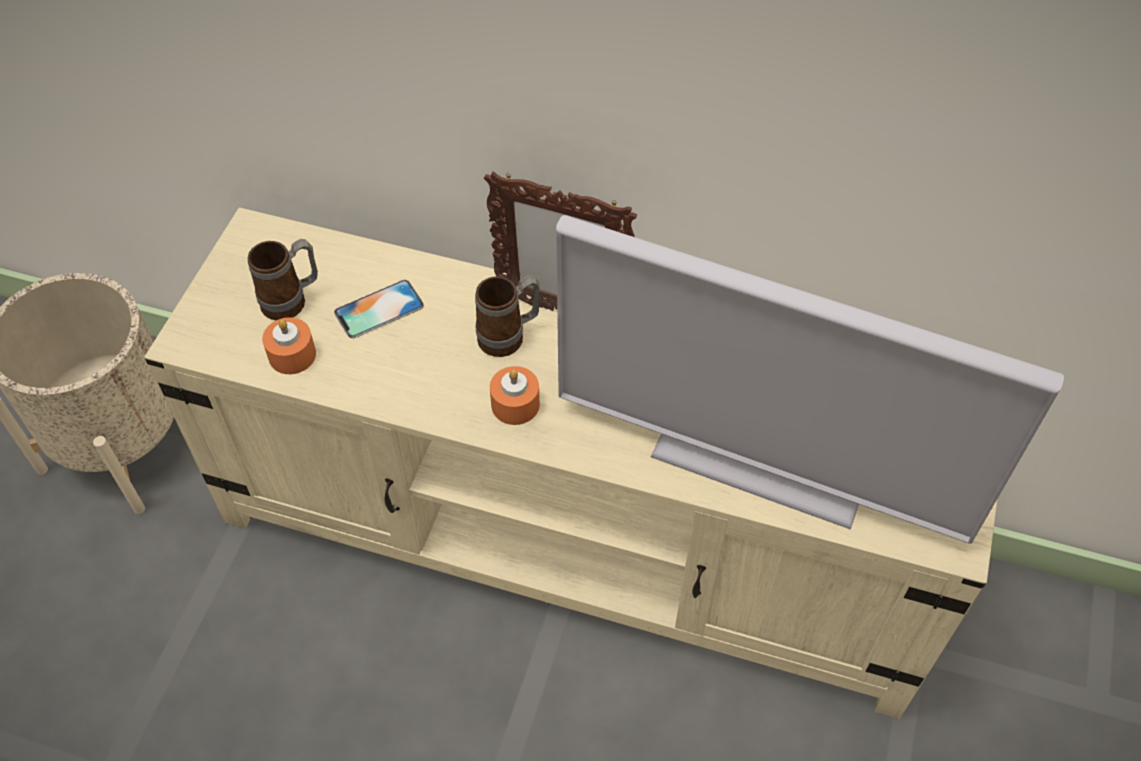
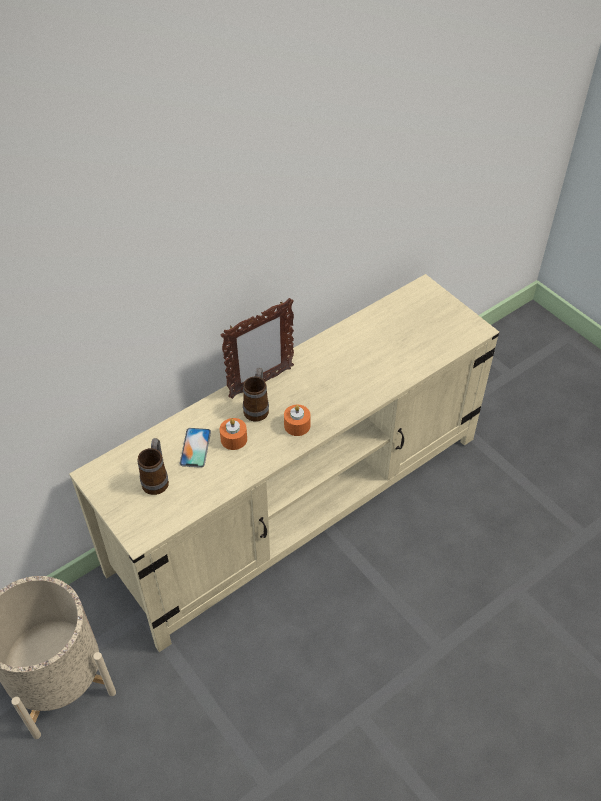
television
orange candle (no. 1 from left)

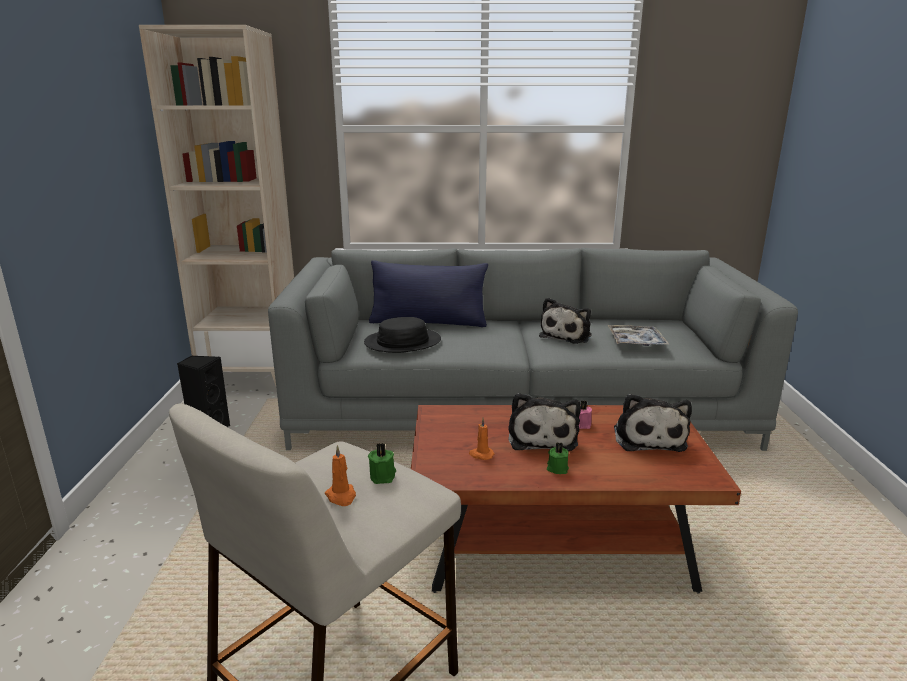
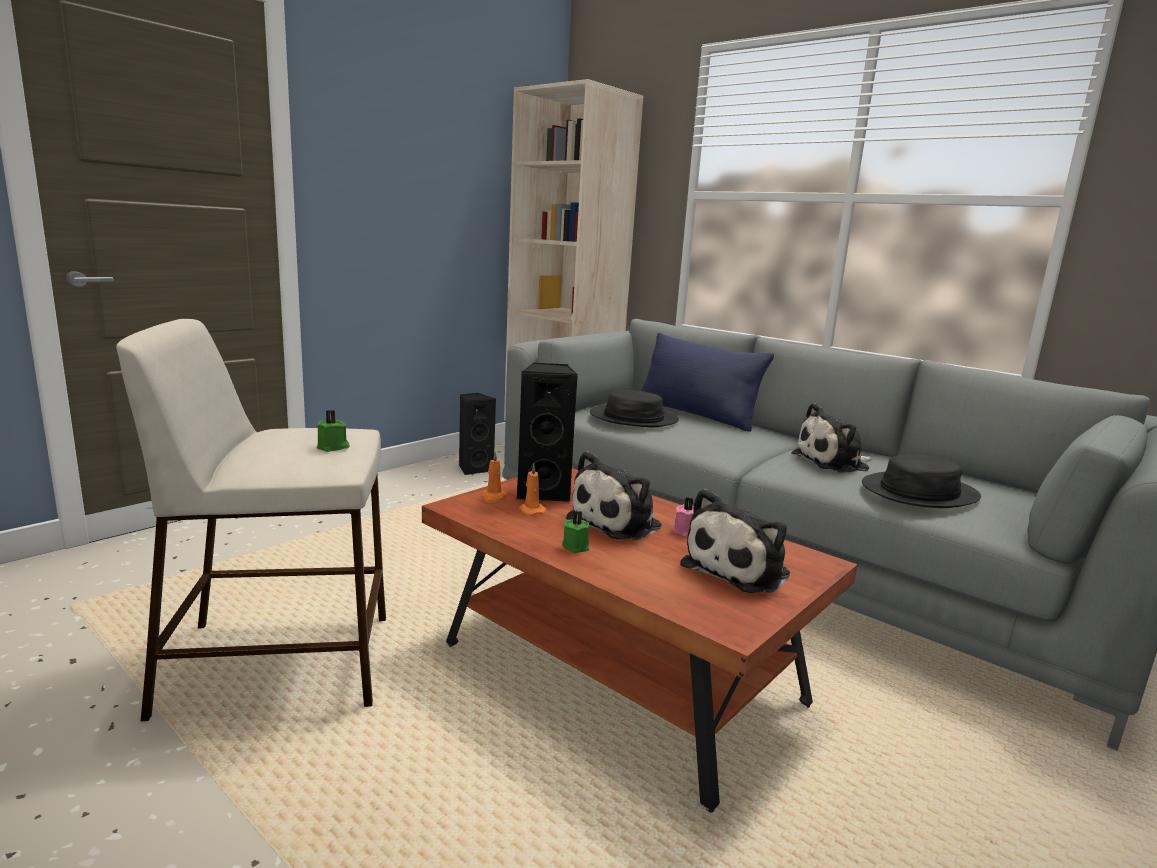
black hat (no. 2 from left)
orange candle (no. 1 from left)
black speaker (no. 2 from left)

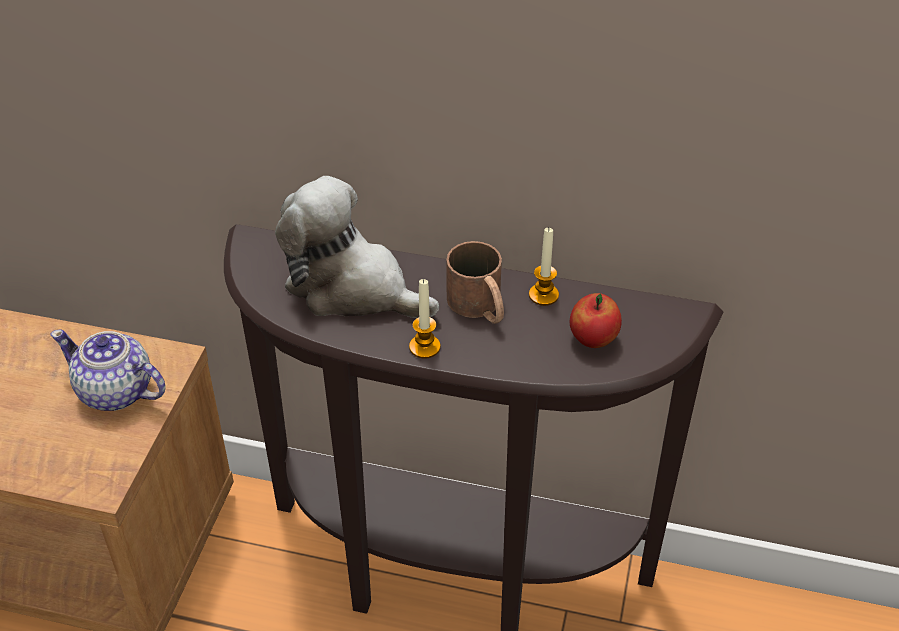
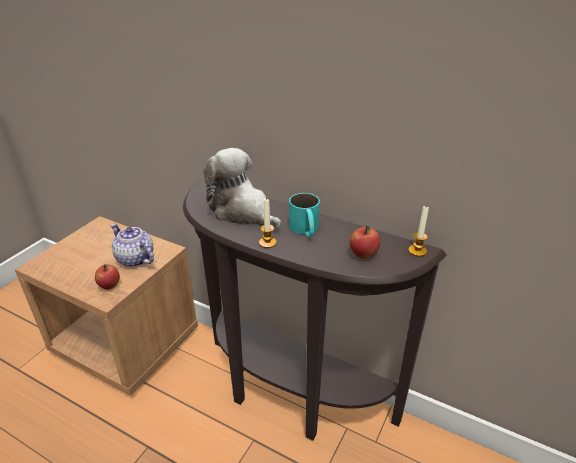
candle (no. 2 from left)
turquoise mug
apple (no. 1 from left)

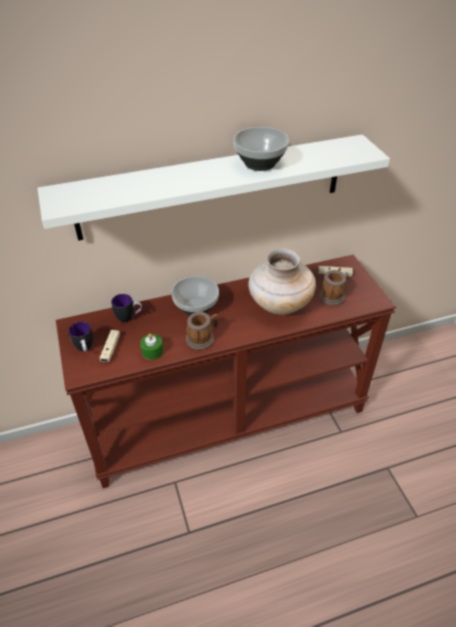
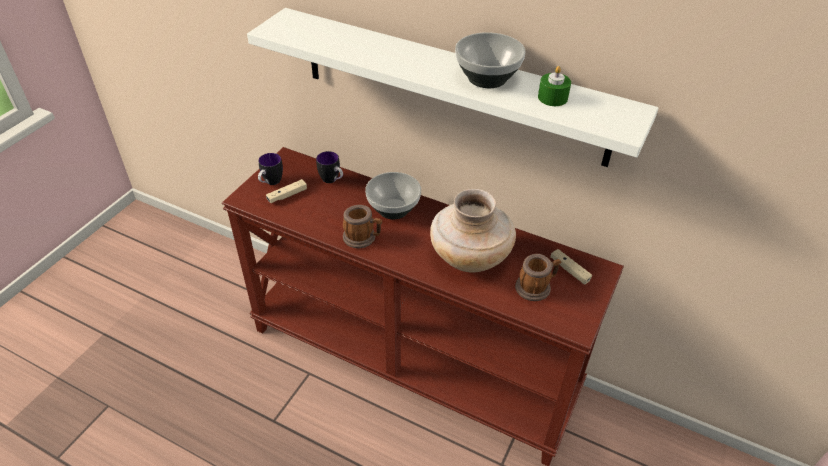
green candle

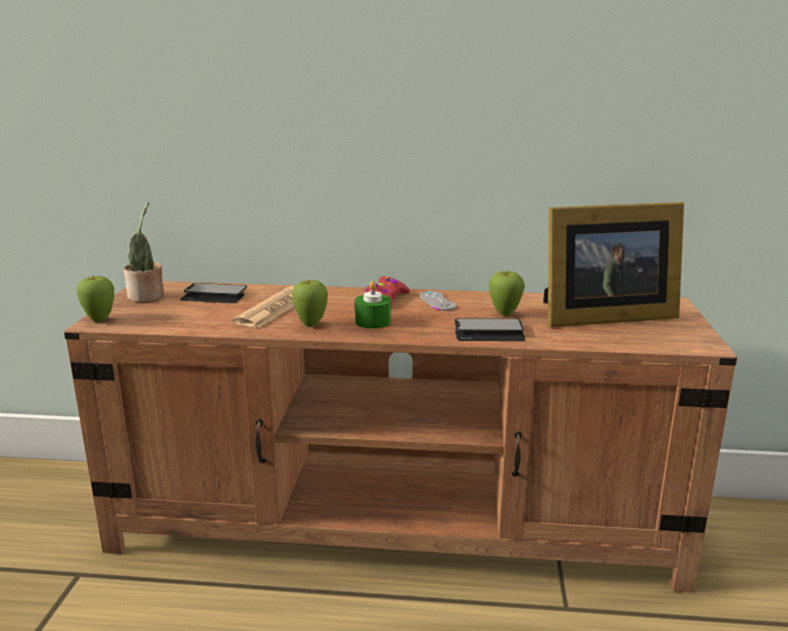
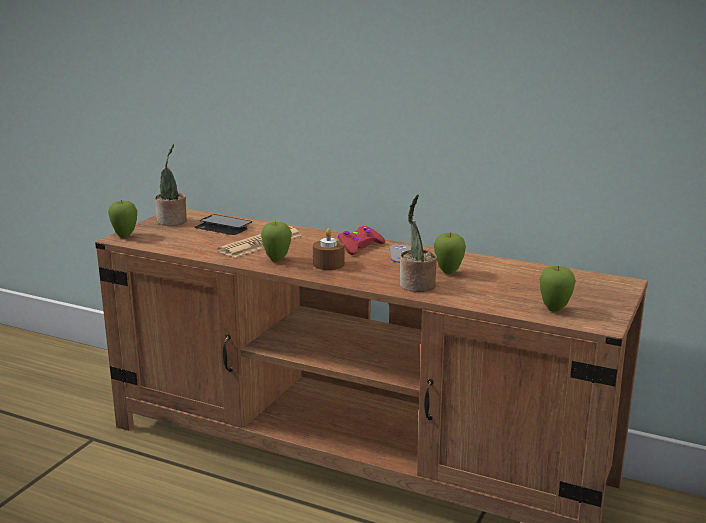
picture frame
brown candle
potted plant (no. 2 from left)
apple (no. 4 from left)

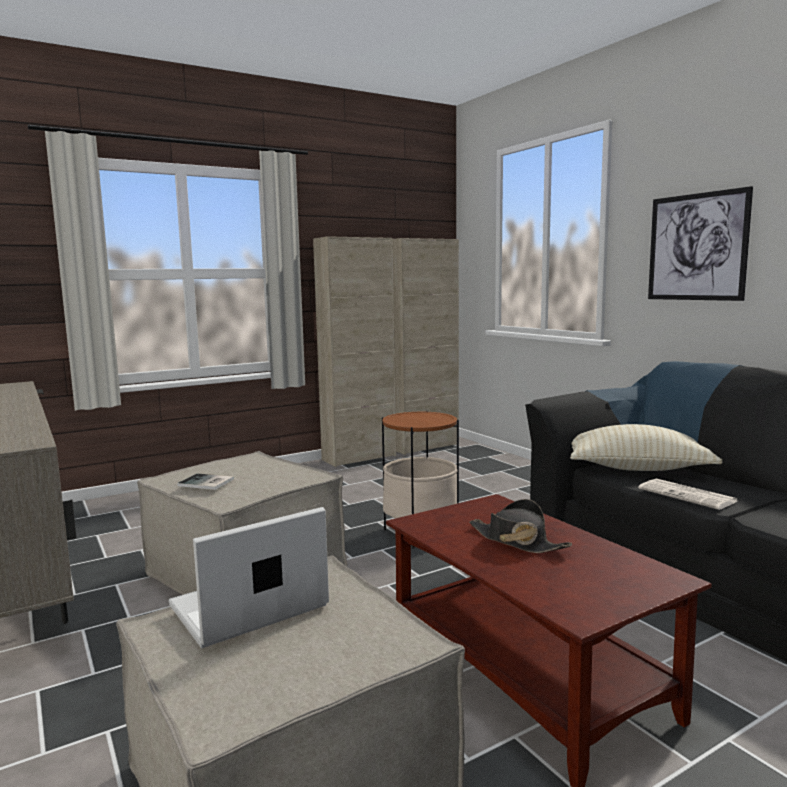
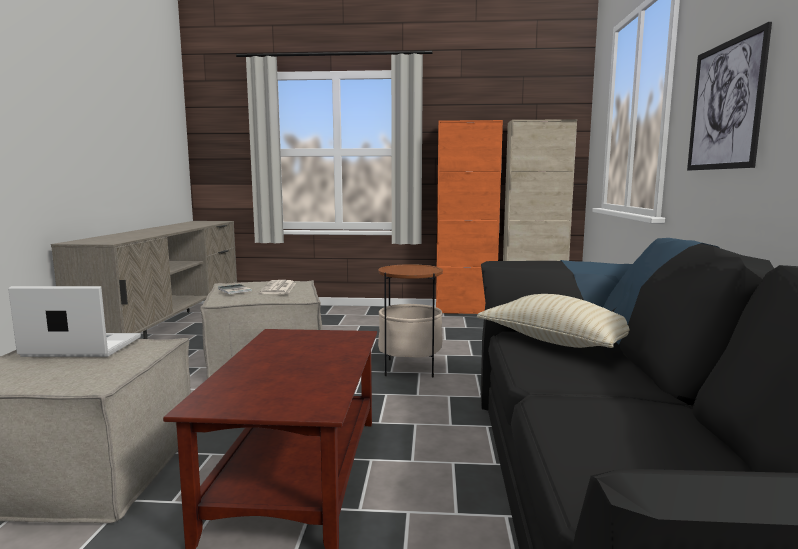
orange cabinet
newspaper
black hat

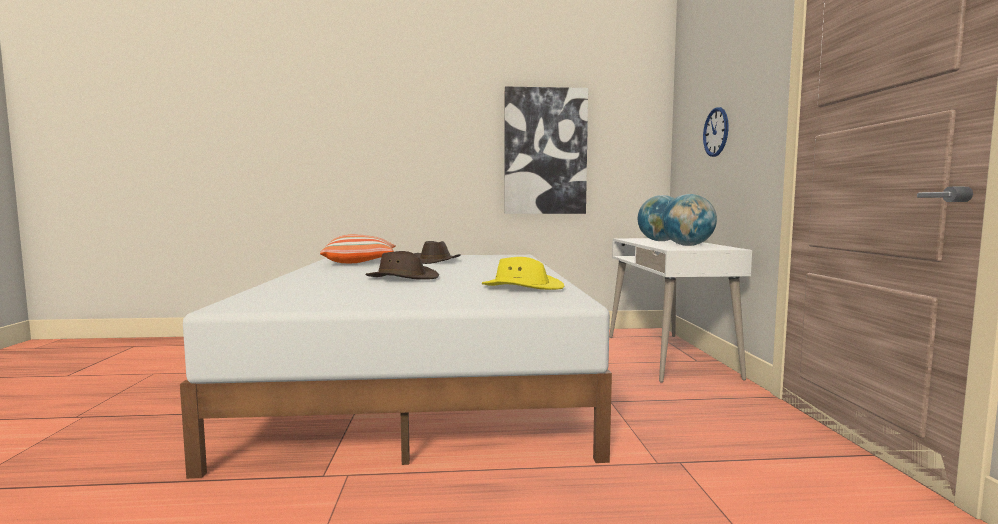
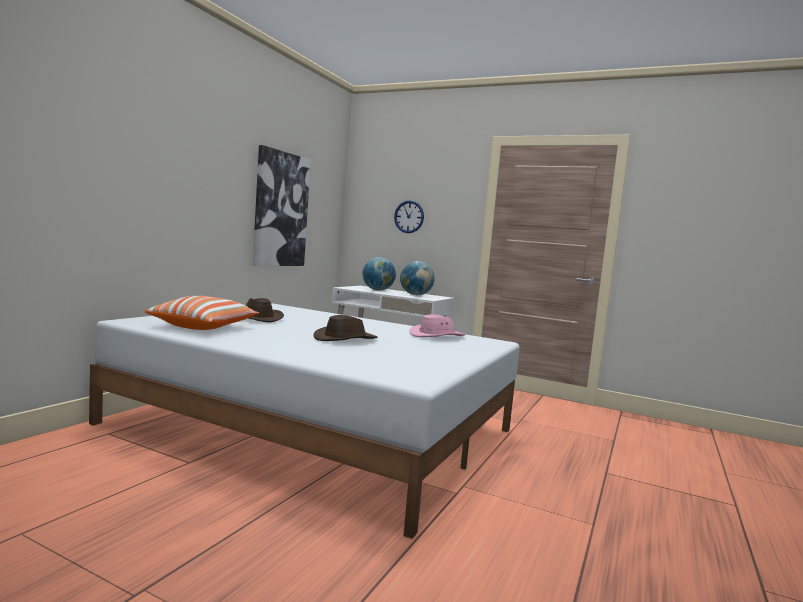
pink hat

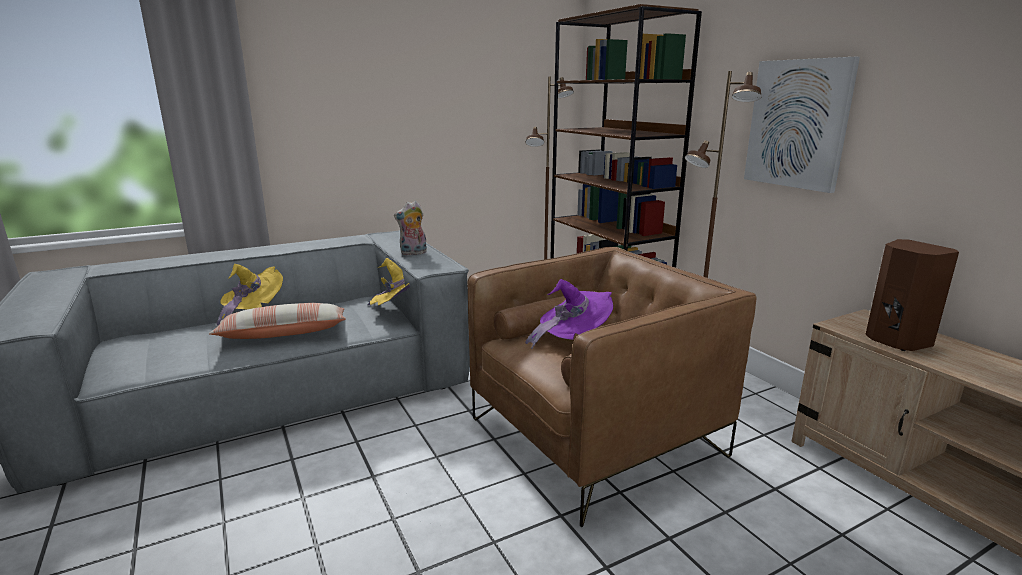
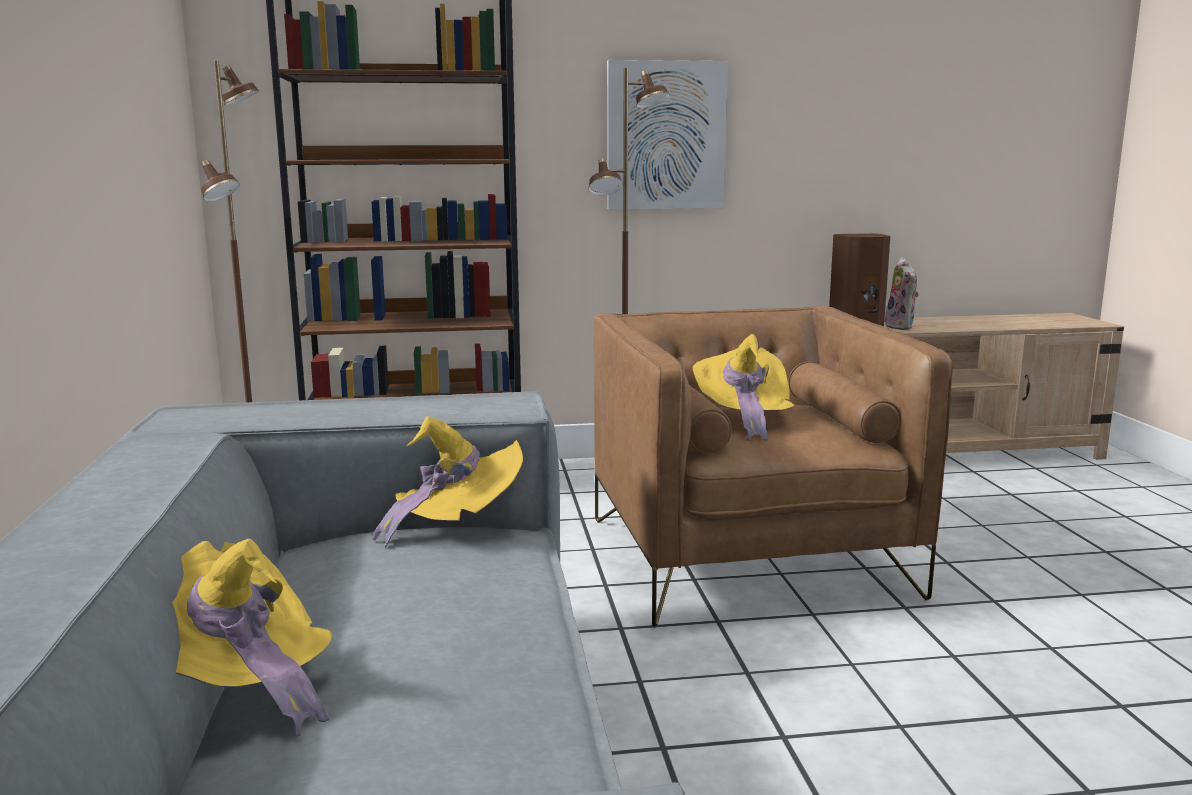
plush toy
yellow hat (no. 3 from left)
pillow

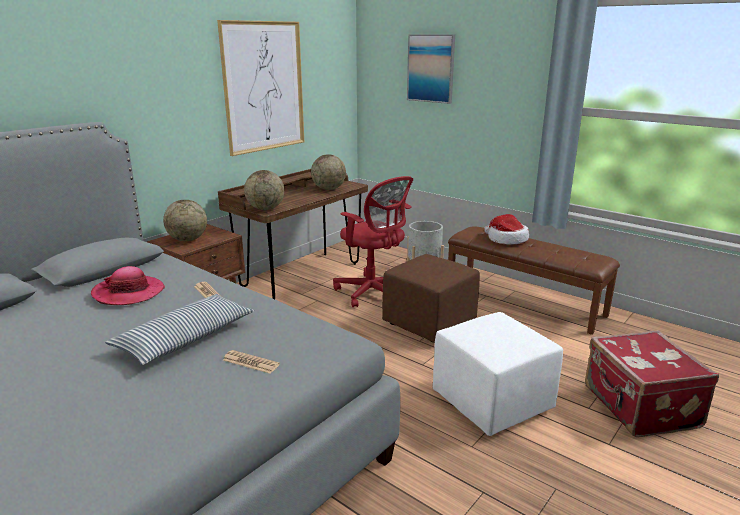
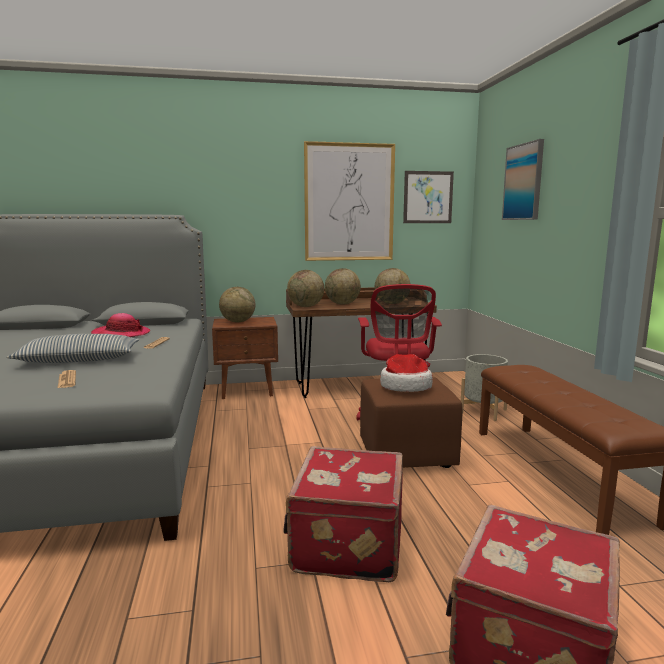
hat (no. 2 from left)
red suitcase (no. 1 from left)
picture (no. 2 from left)
globe (no. 3 from left)

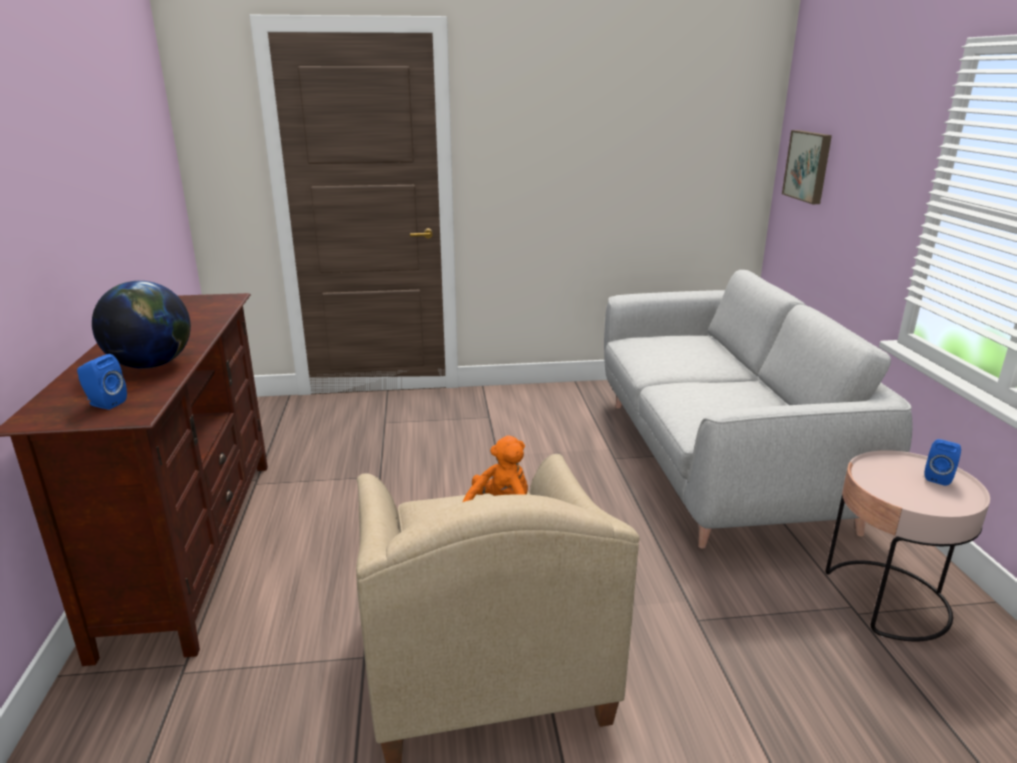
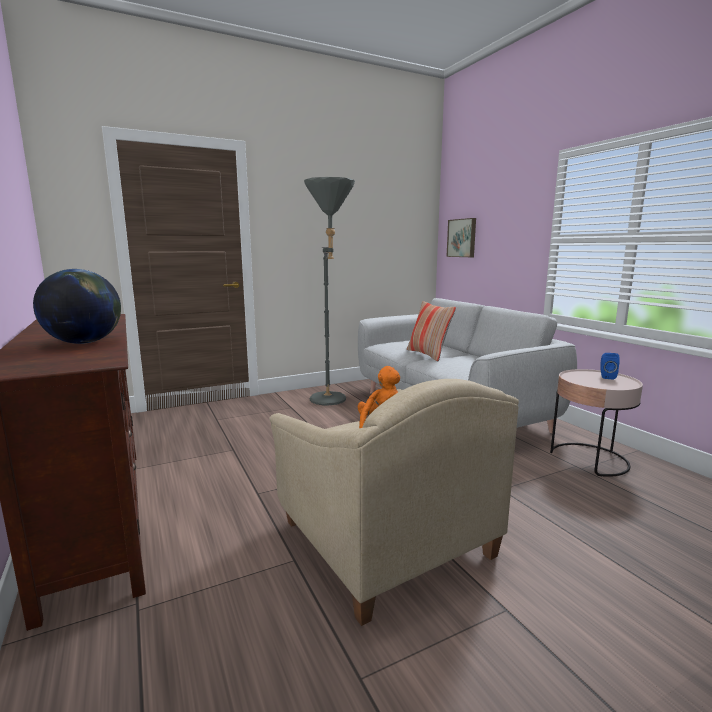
blue speaker (no. 1 from left in the first image)
grey floor lamp
pillow

